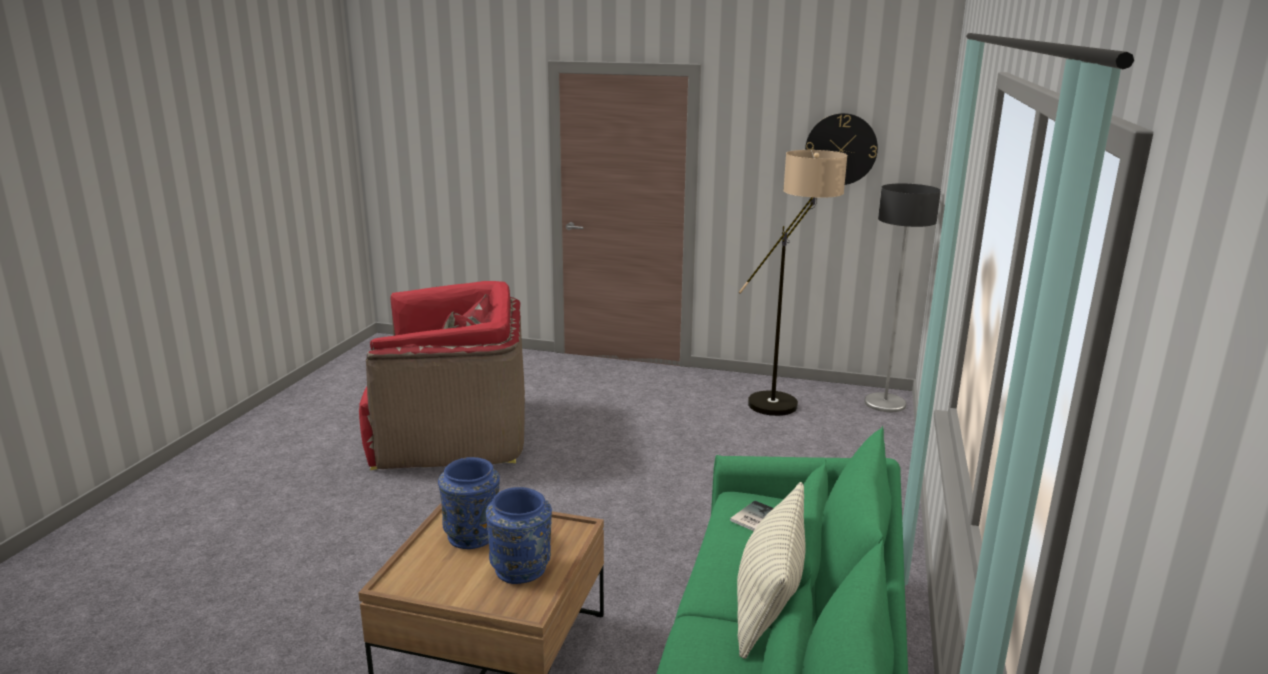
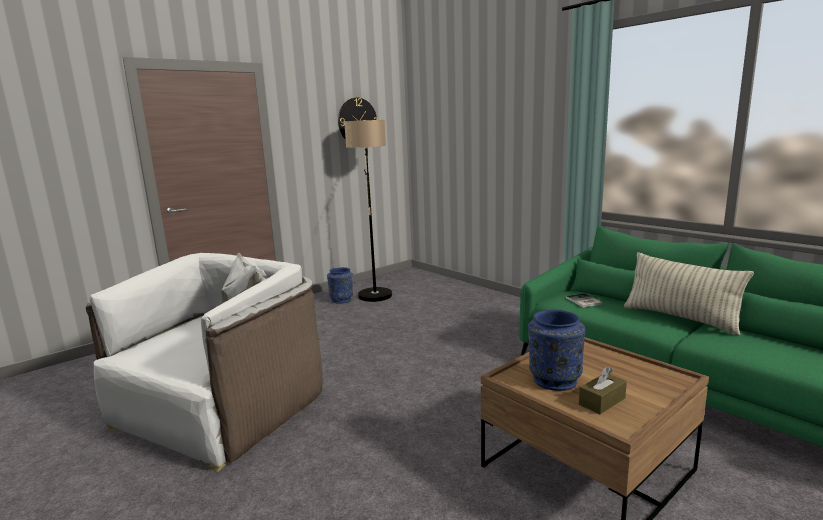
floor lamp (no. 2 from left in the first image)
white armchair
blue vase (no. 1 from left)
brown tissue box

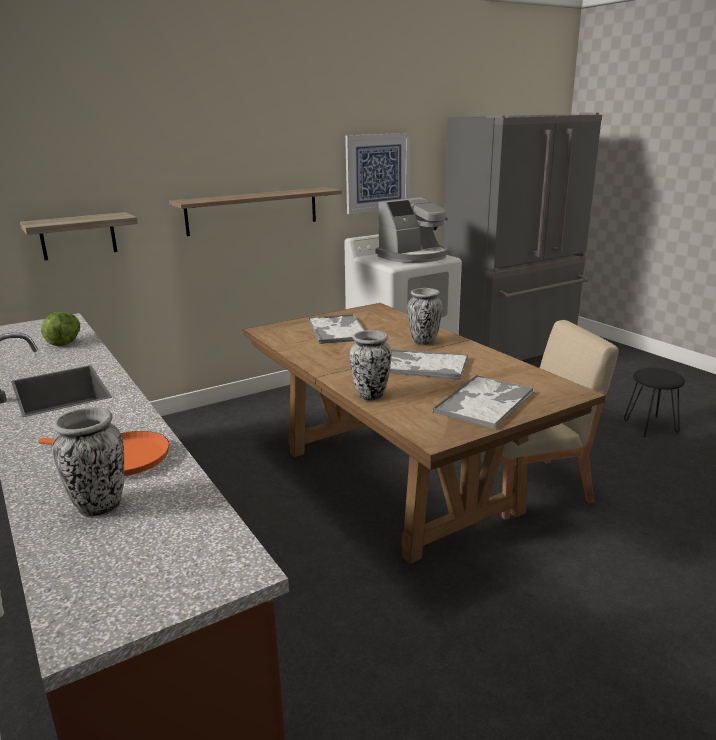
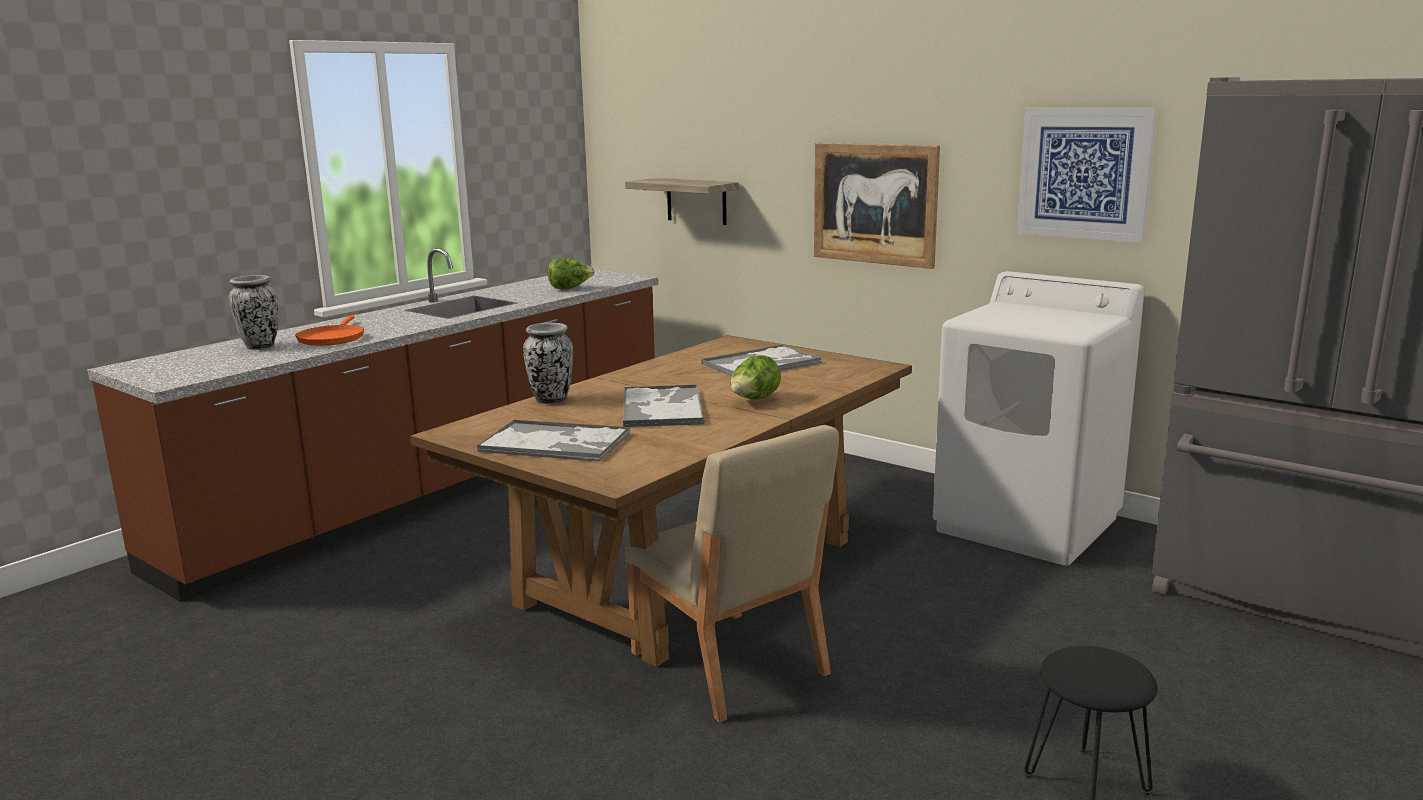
picture (no. 1 from left)
coffee machine
lettuce (no. 2 from left)

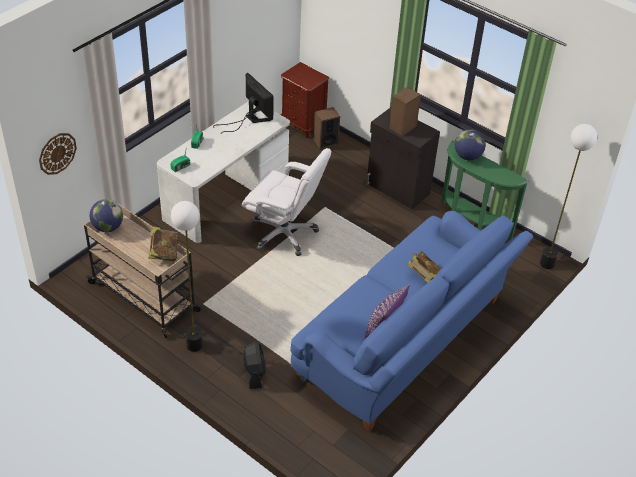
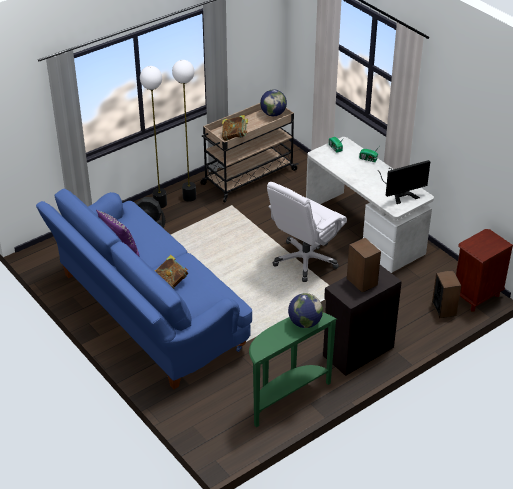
floor lamp (no. 1 from left)
wall clock

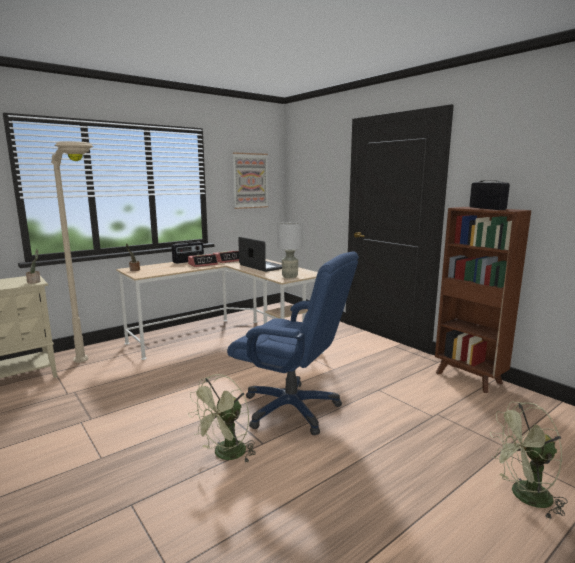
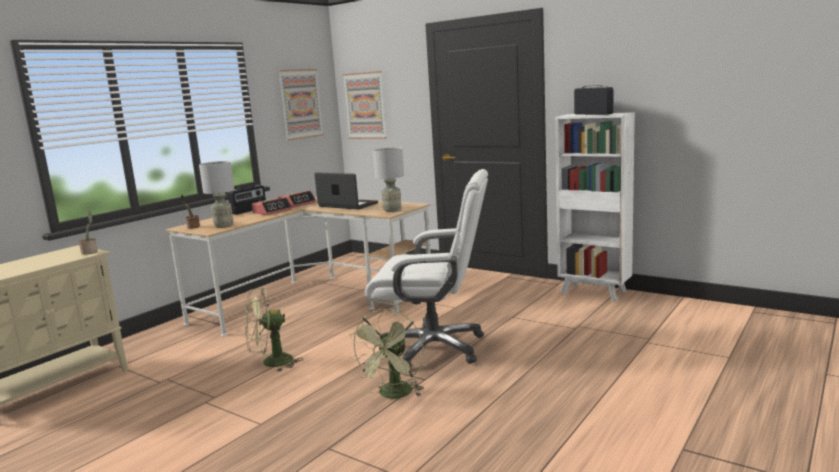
beige floor lamp
white bookcase
white office chair
green fan (no. 1 from left)
picture (no. 2 from left)
grey table lamp (no. 1 from left)

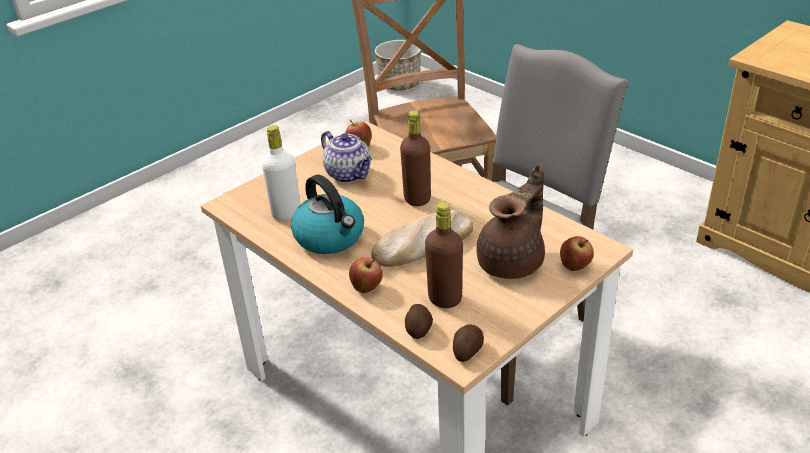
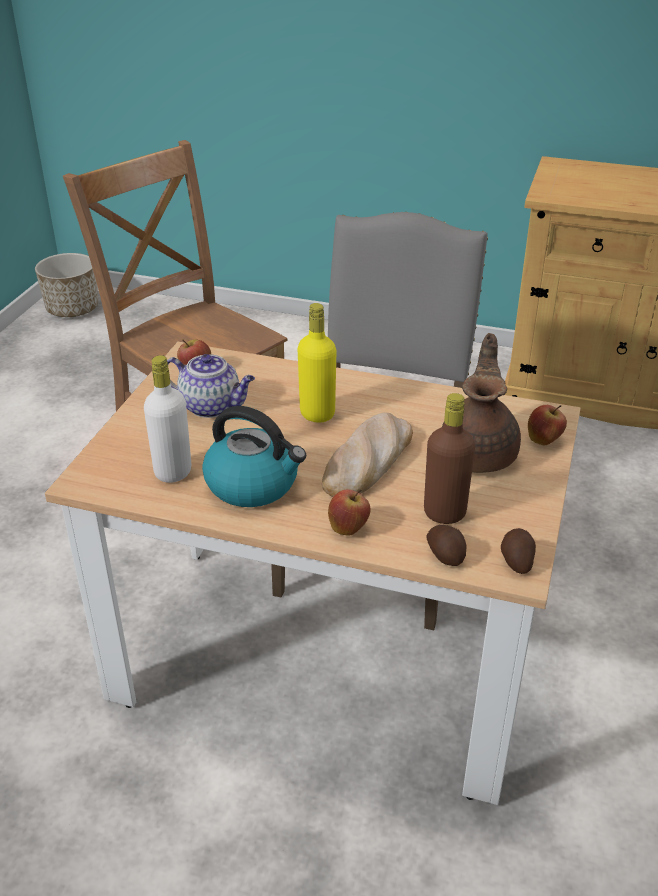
yellow bottle

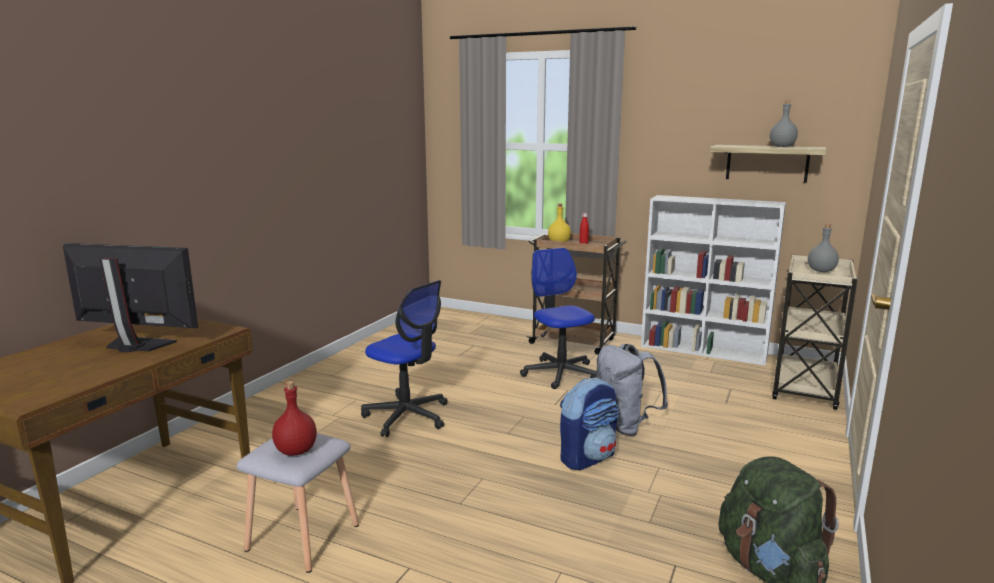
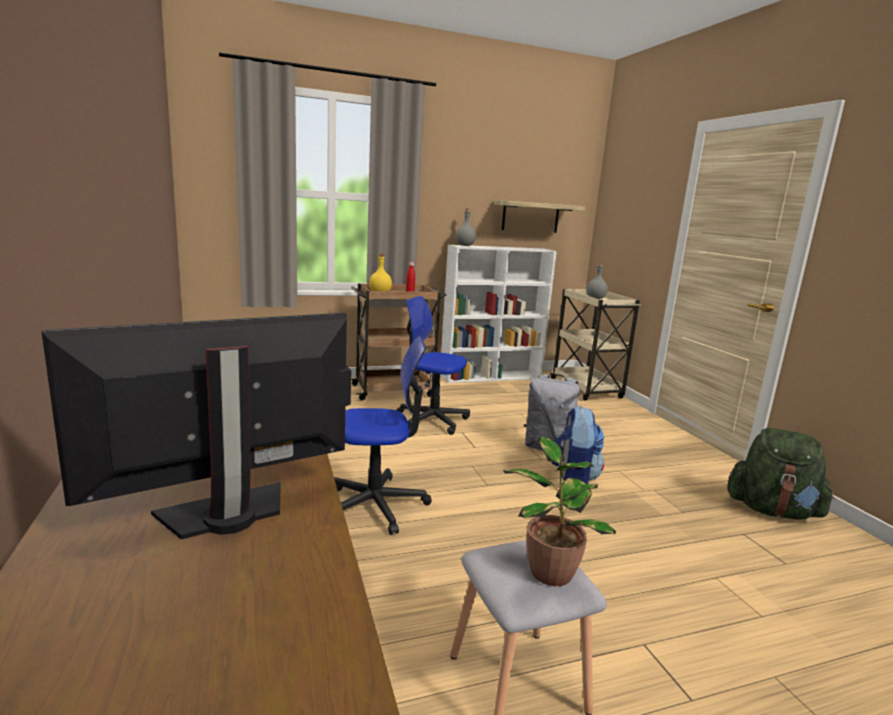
grey bottle (no. 1 from left)
potted plant

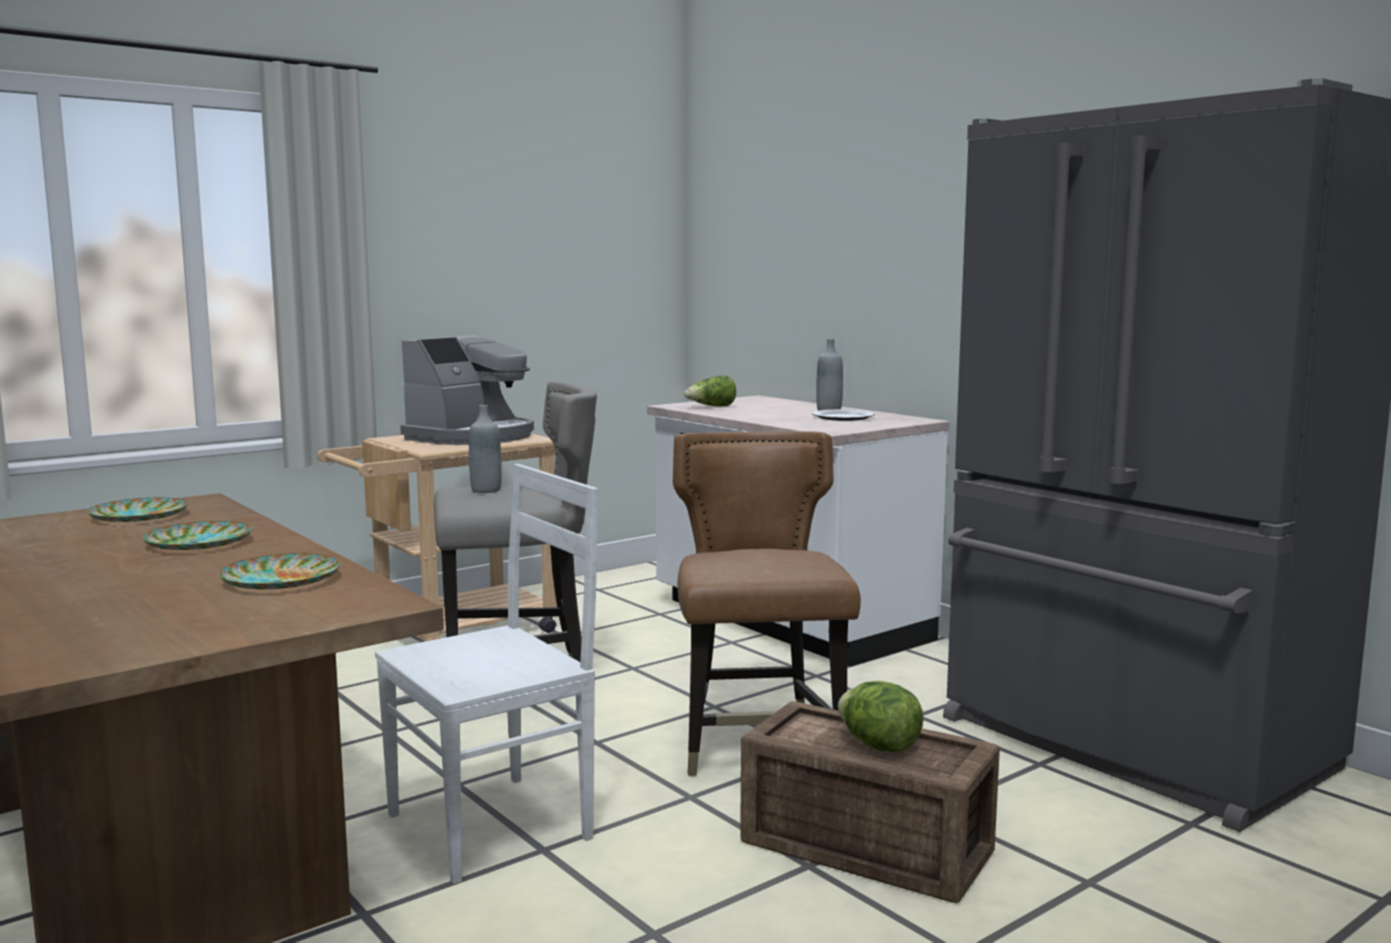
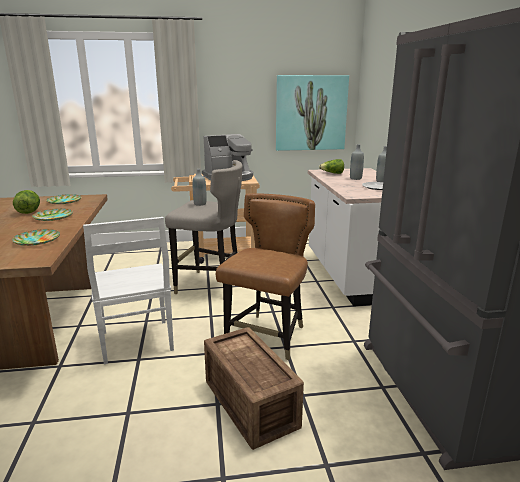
white chair
lettuce (no. 1 from left)
picture
grey bottle (no. 2 from left)

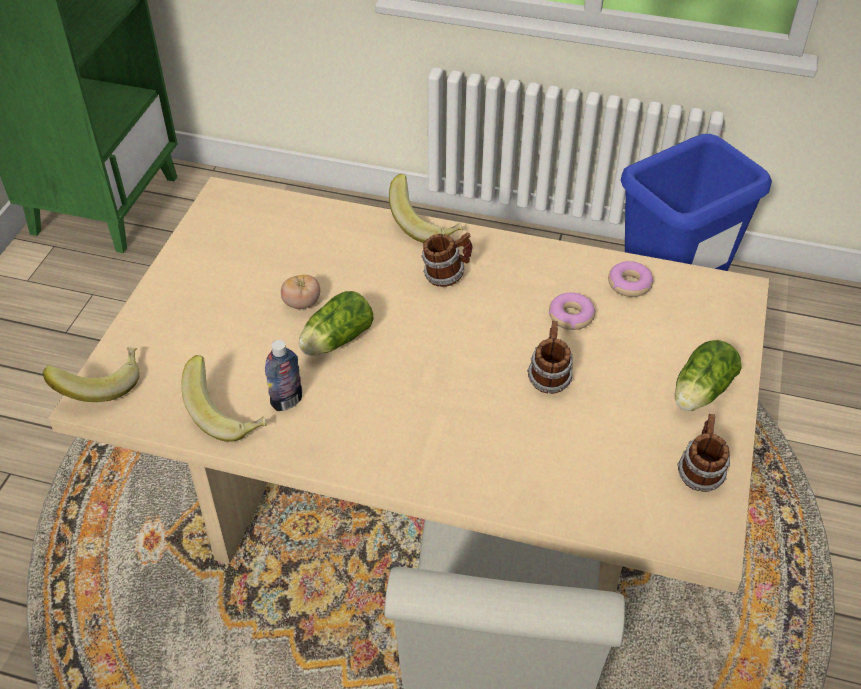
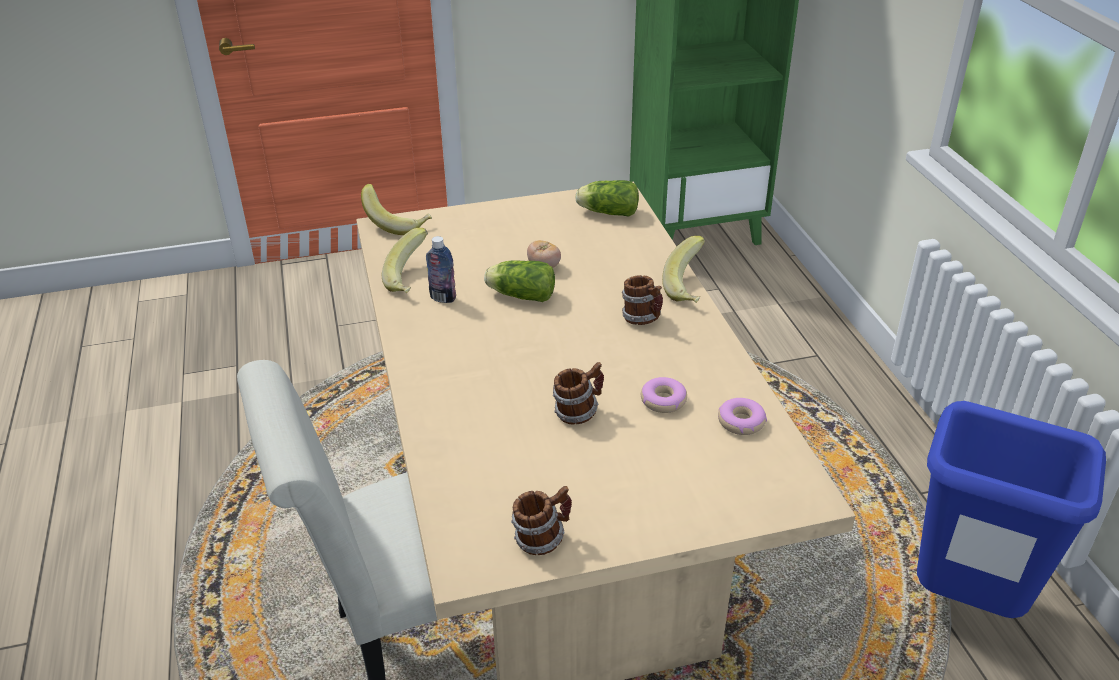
lettuce (no. 2 from left)

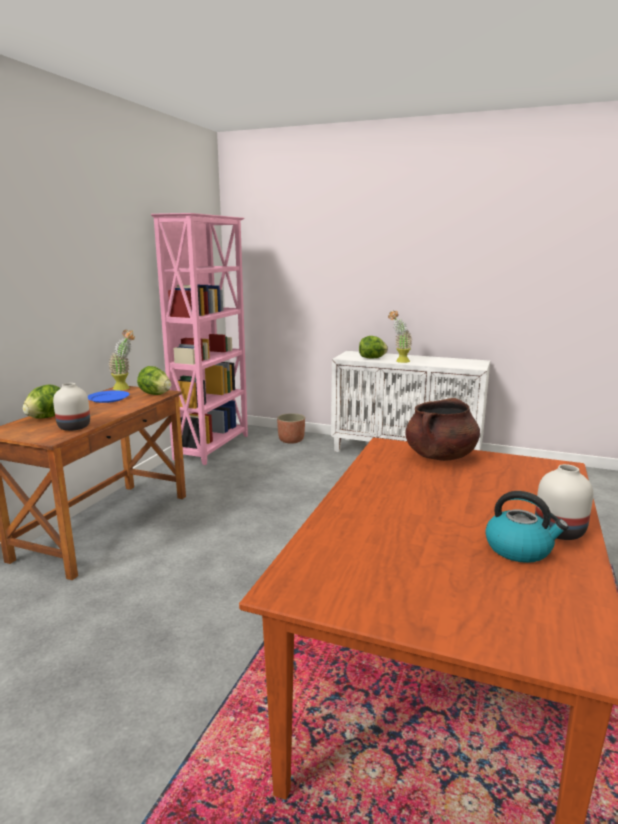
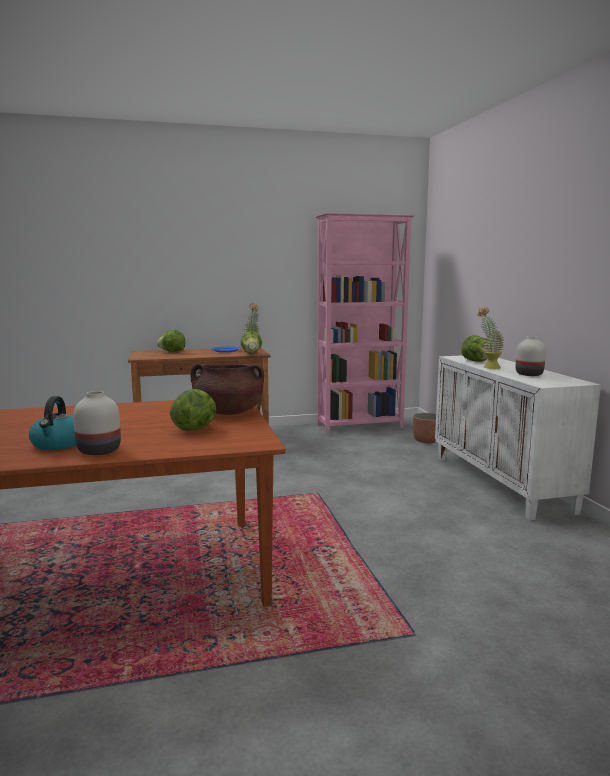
white vase (no. 2 from left)
lettuce (no. 2 from left)

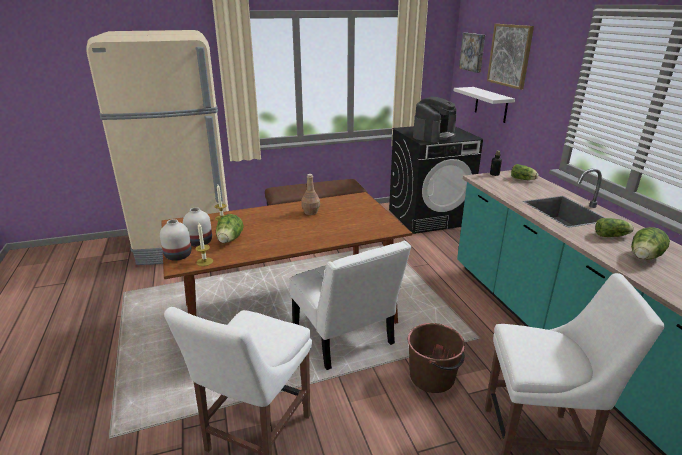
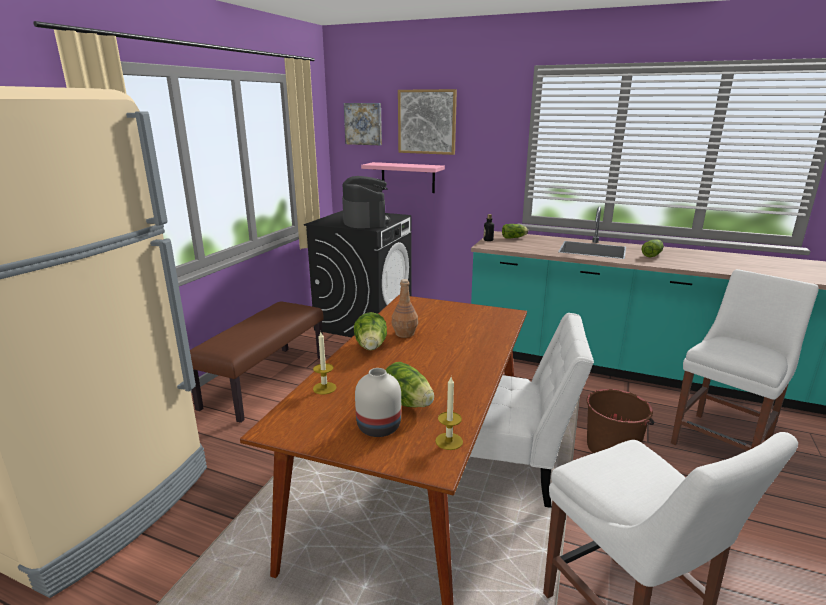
pink shelf
white vase (no. 1 from left in the first image)
lettuce (no. 1 from left)

